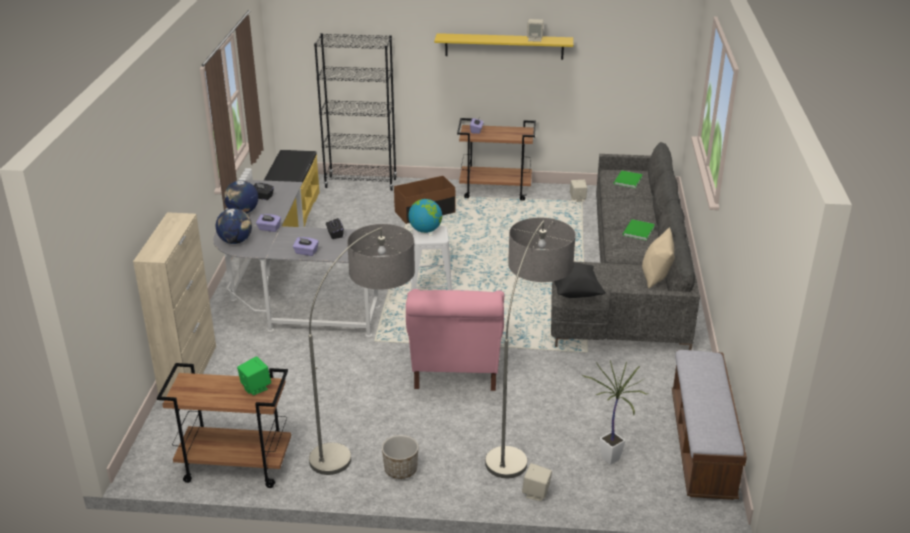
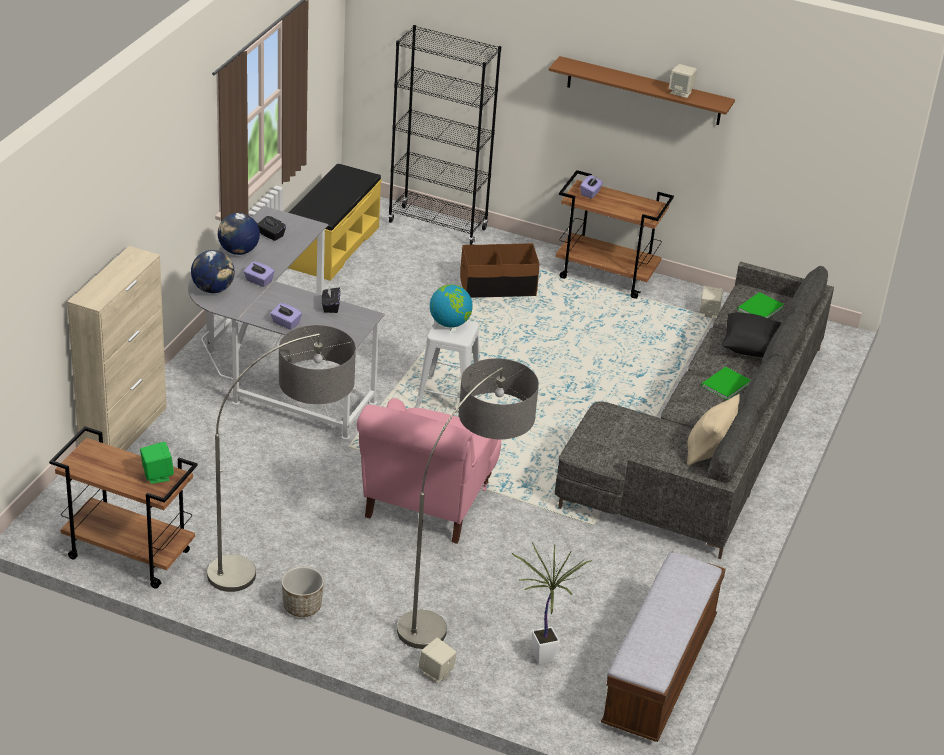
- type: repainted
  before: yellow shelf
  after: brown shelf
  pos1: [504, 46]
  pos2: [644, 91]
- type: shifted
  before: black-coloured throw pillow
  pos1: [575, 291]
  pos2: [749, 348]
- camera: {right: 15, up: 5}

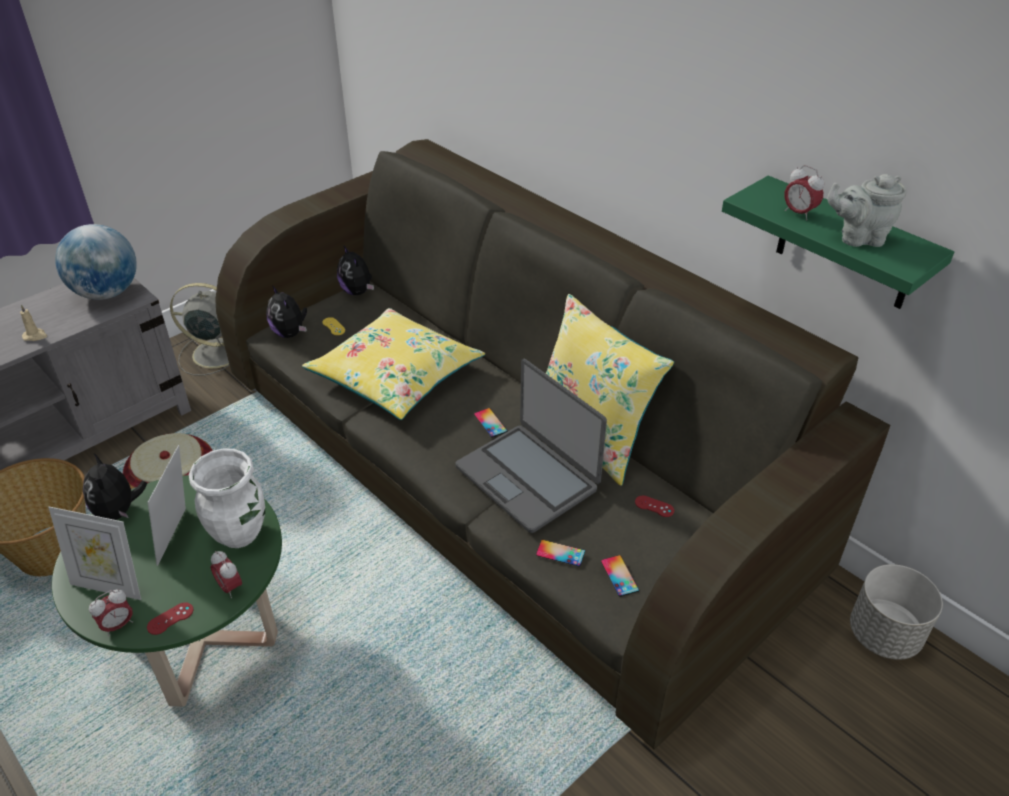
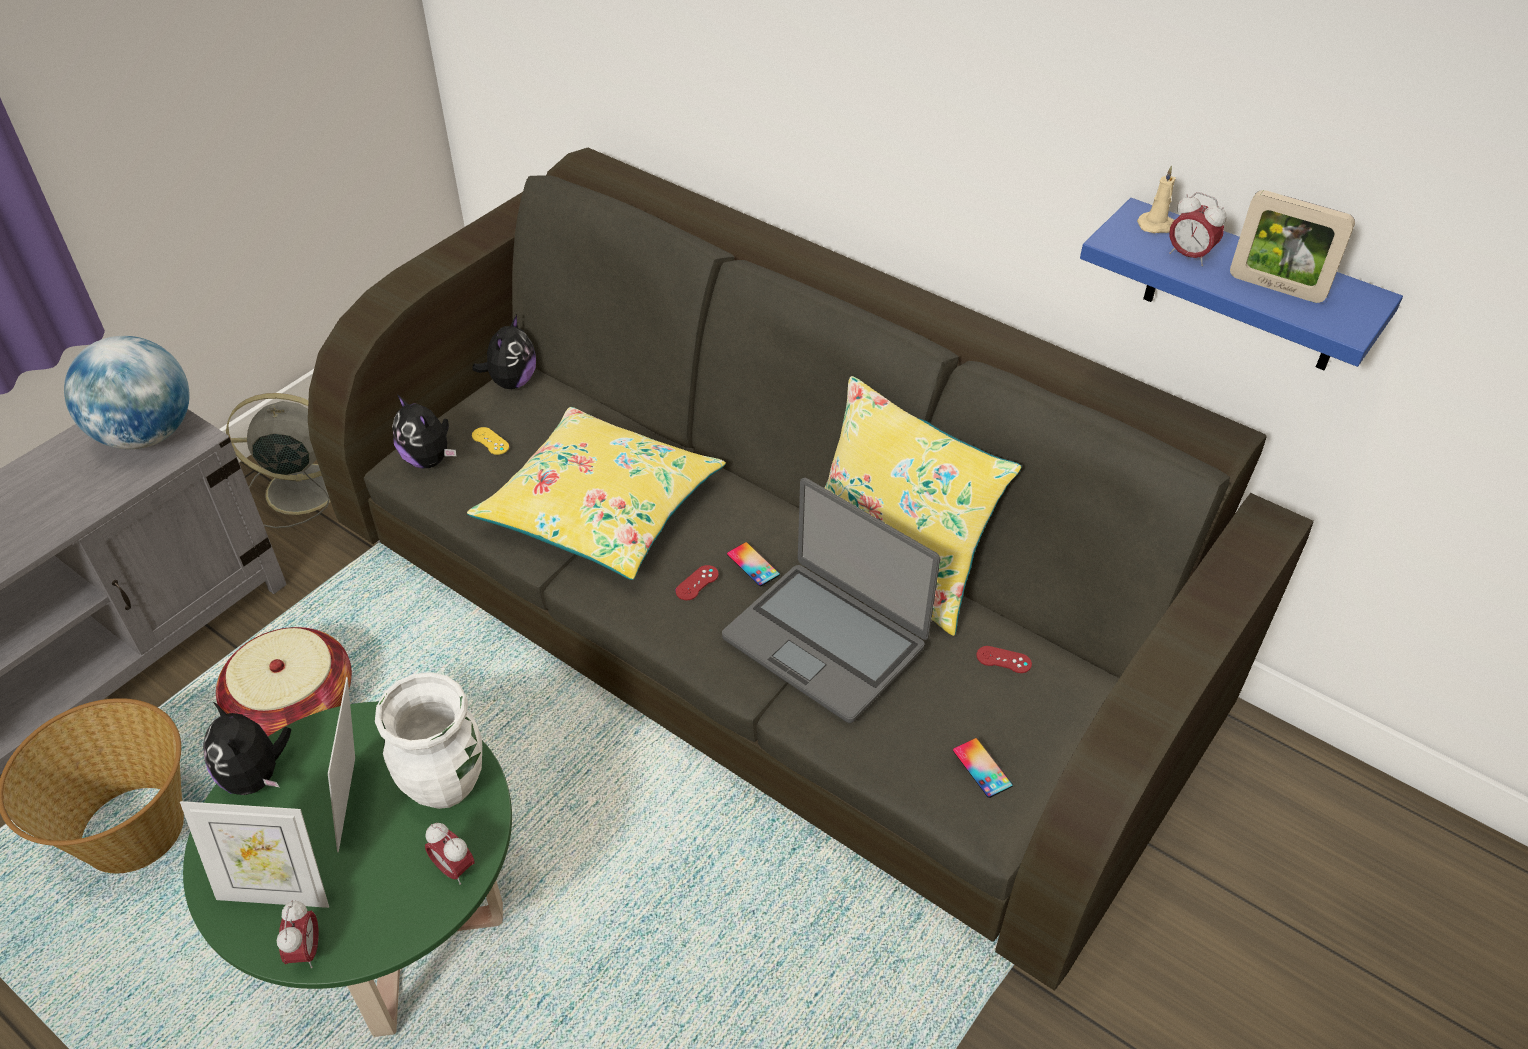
- type: rotated
  before: alarm clock
  pos1: [118, 625]
  pos2: [306, 951]
  turn: -45
- type: rotated
  before: plush toy
  pos1: [358, 291]
  pos2: [512, 381]
  turn: -120
- type: shifted
  before: red-coloured joypad
  pos1: [170, 618]
  pos2: [697, 583]
- type: repainted
  before: green-coloured shelf
  after: bluish shelf
  pos1: [846, 245]
  pos2: [1246, 289]
- type: shifted
  before: sand-coloured candle
  pos1: [35, 336]
  pos2: [1157, 225]
- type: swapped
  before: greyish pot for tea
  after: picture frame
  pos1: [858, 238]
  pos2: [1276, 287]
- type: gone
  before: telephone
  pos1: [560, 553]
- type: gone
  before: greyish flower pot
  pos1: [884, 635]
- camera: {right: -10, up: 5}

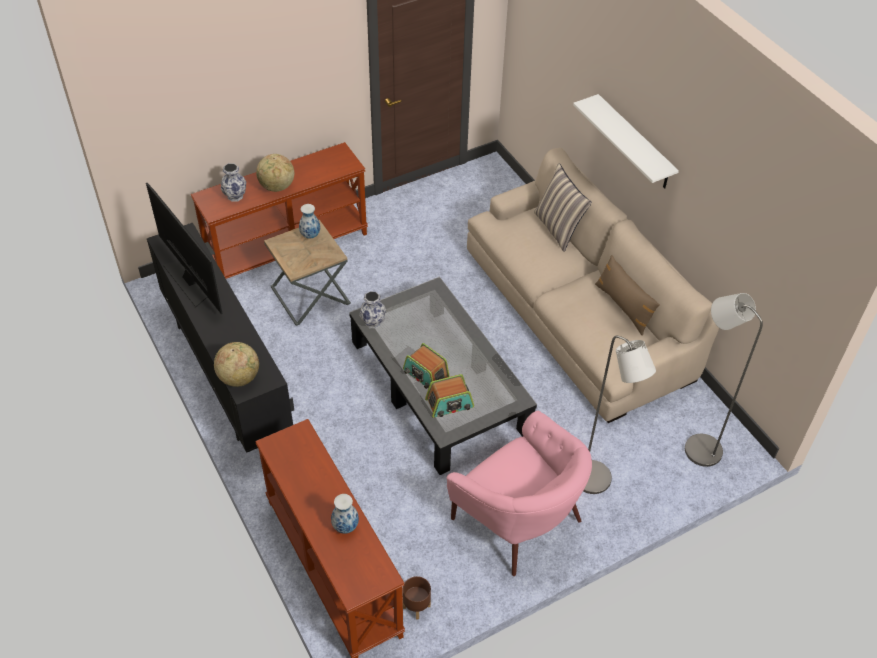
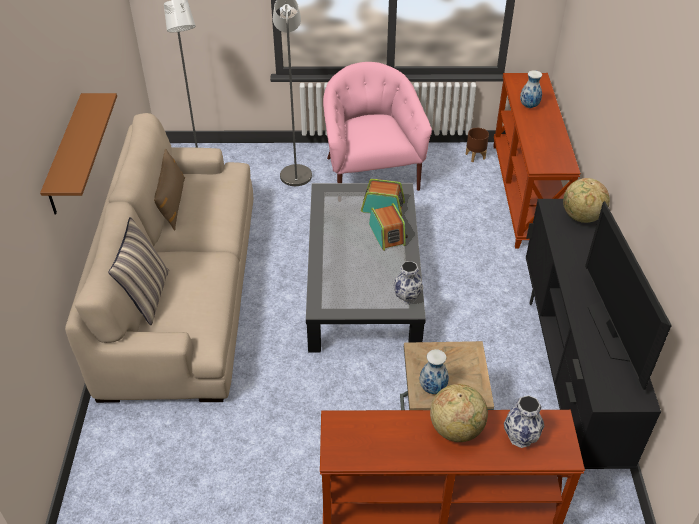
- type: repainted
  before: white shelf
  after: brown shelf
  pos1: [634, 143]
  pos2: [66, 155]
- camera: {right: -150, up: -5}

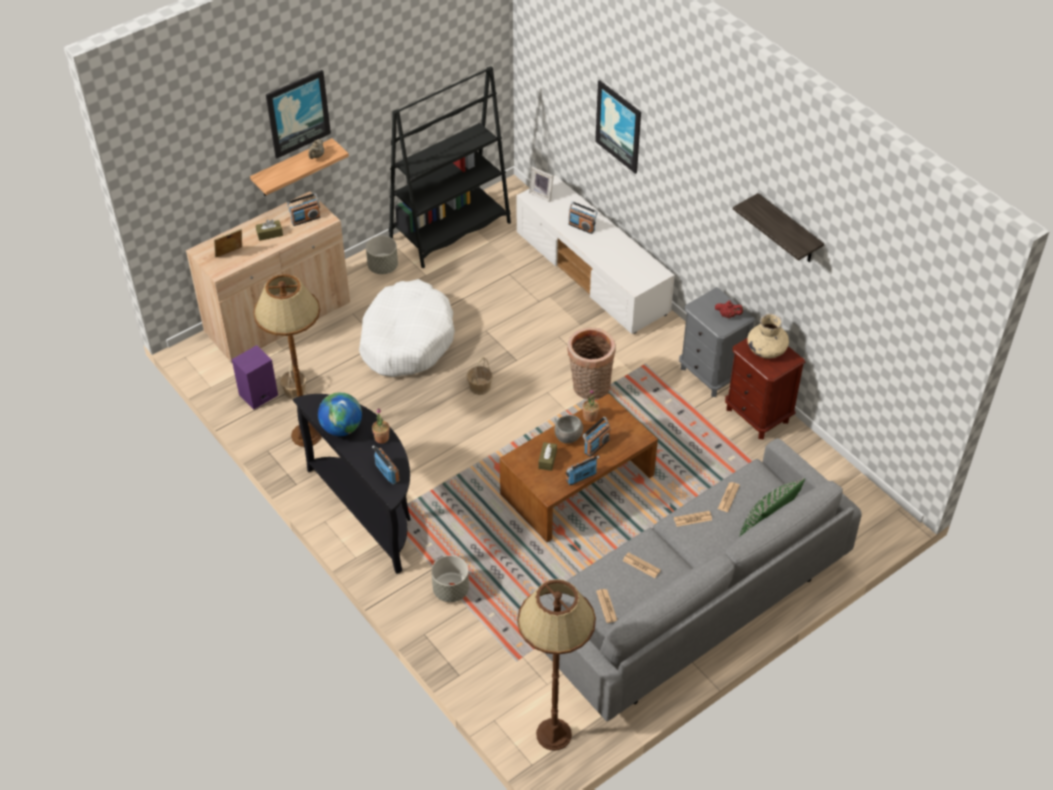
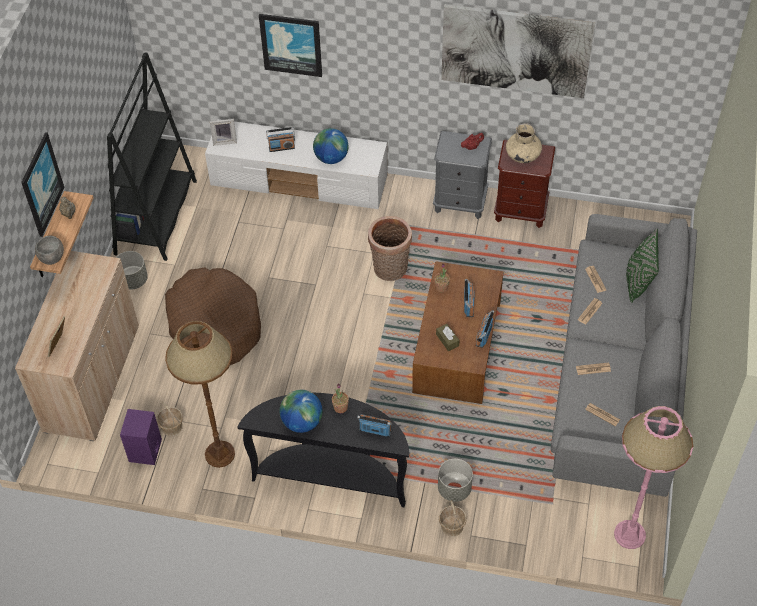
- type: shifted
  before: greyish bowl
  pos1: [567, 437]
  pos2: [52, 258]
- type: repainted
  before: white dog cushion
  after: brown dog cushion
  pos1: [406, 339]
  pos2: [215, 325]
- type: new
  after: desk globe
  pos2: [331, 158]
- type: shifted
  before: storage basket
  pos1: [479, 387]
  pos2: [452, 526]
- type: swapped
  before: shelf
  after: wall art
  pos1: [788, 230]
  pos2: [515, 50]
- type: repainted
  before: brown standard lamp
  after: pink-coloured standard lamp
  pos1: [553, 734]
  pos2: [629, 535]
- type: gone
  before: brown tissue holder
  pos1: [270, 234]
- type: gone
  before: radio receiver
  pos1: [305, 219]
- camera: {right: -40, up: 5}

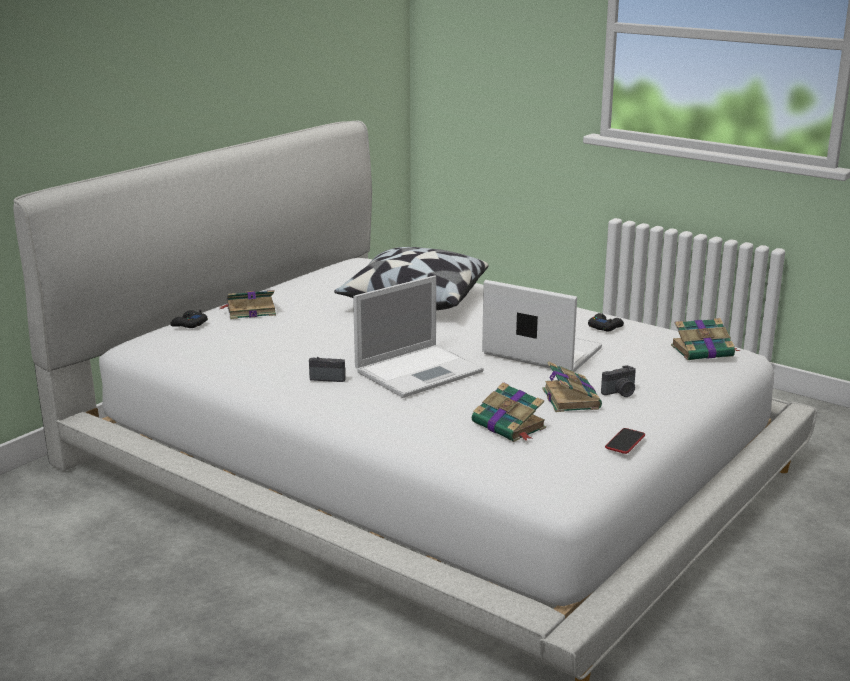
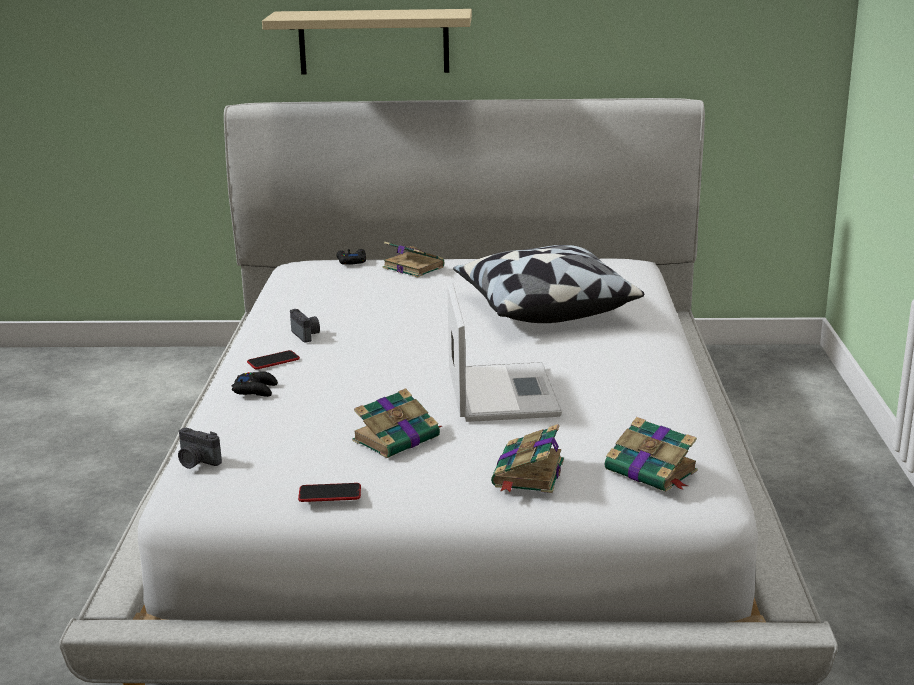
- type: shifted
  before: still camera
  pos1: [620, 393]
  pos2: [196, 462]
- type: shifted
  before: black-coloured joypad
  pos1: [605, 327]
  pos2: [256, 390]
- type: new
  after: telephone
  pos2: [273, 361]
- type: new
  after: sand-coloured shelf
  pos2: [374, 41]
- type: shifted
  before: volume
  pos1: [509, 426]
  pos2: [528, 474]
- type: gone
  before: laptop
  pos1: [420, 371]
- camera: {right: 55, up: 0}

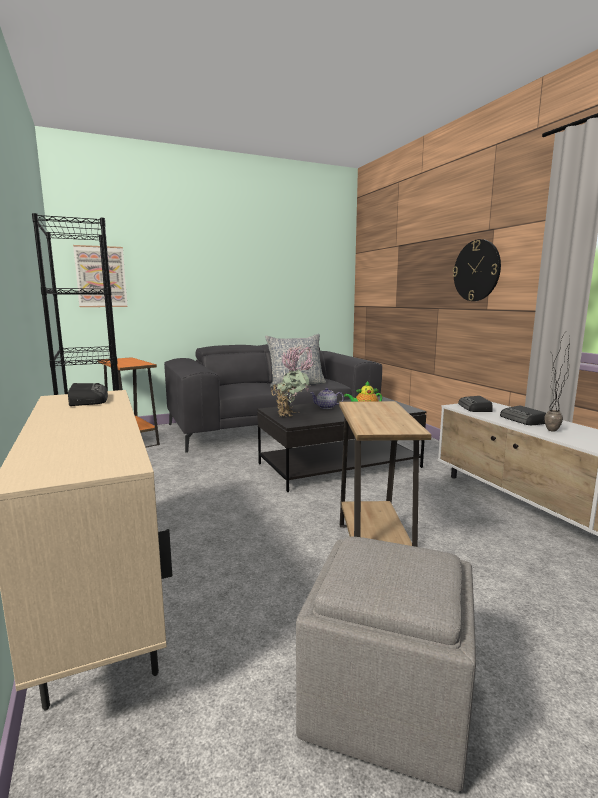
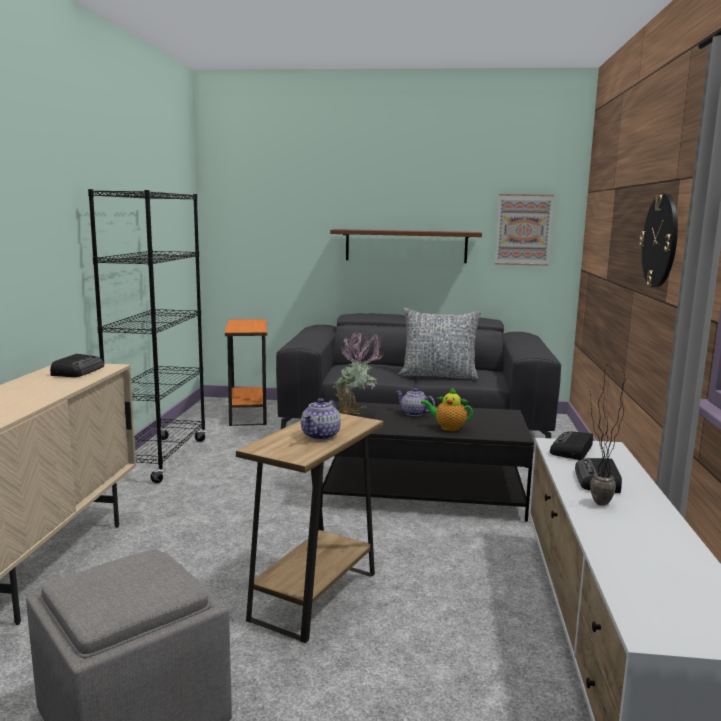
- type: new
  after: pot for tea
  pos2: [321, 435]
- type: new
  after: brown shelf
  pos2: [406, 246]
- type: shifted
  before: wall art
  pos1: [101, 277]
  pos2: [523, 230]
- camera: {right: 30, up: 0}

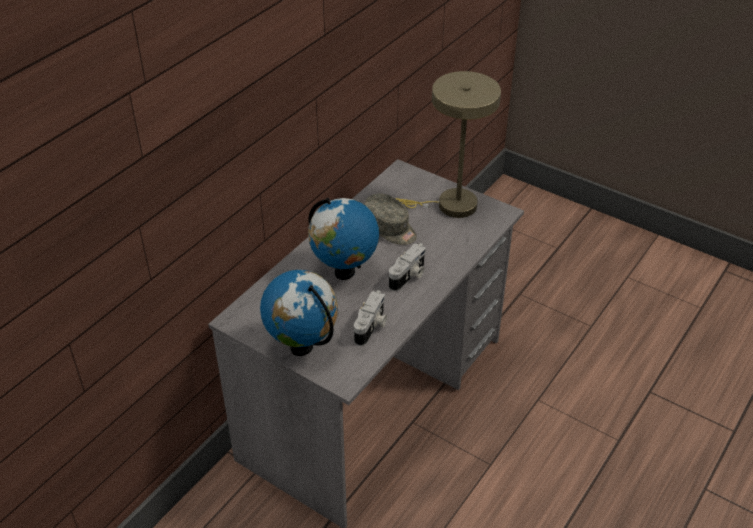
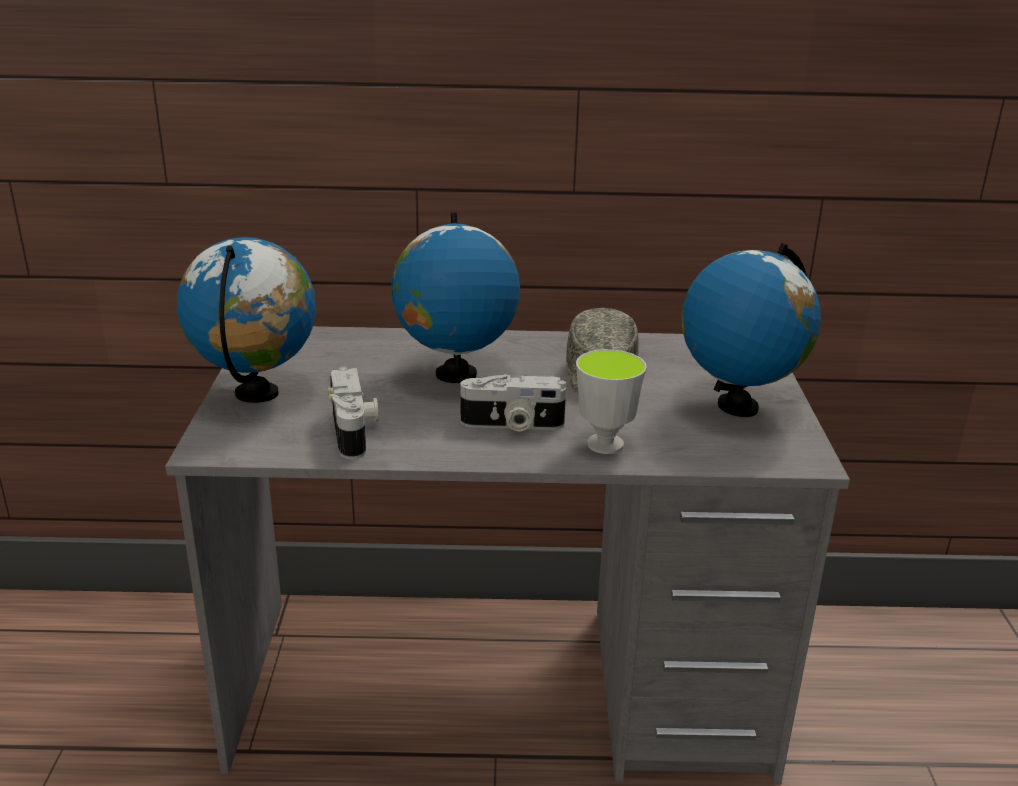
- type: rotated
  before: still camera
  pos1: [371, 327]
  pos2: [355, 431]
  turn: -90
- type: new
  after: small cup
  pos2: [605, 444]
- type: swapped
  before: sand-coloured lamp for a table
  after: desk globe
  pos1: [450, 206]
  pos2: [737, 406]
- camera: {right: 55, up: -15}

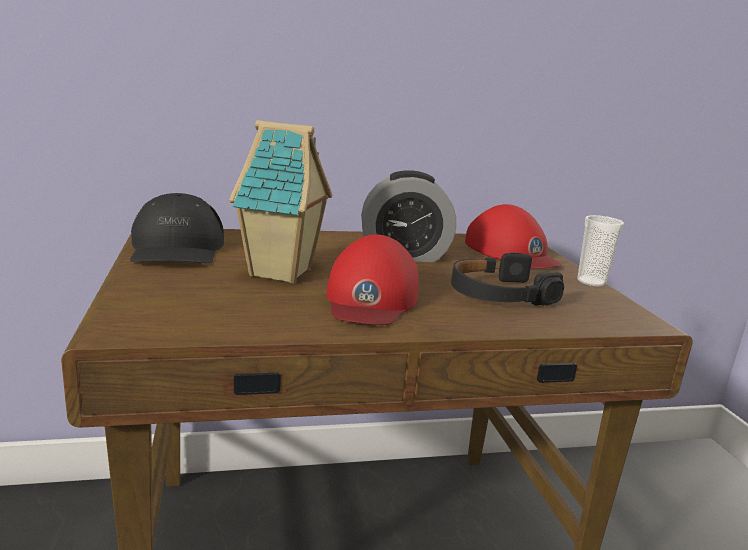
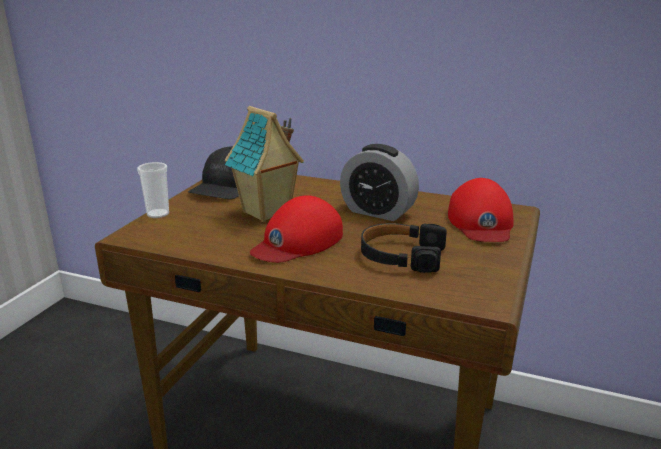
- type: shifted
  before: small cup
  pos1: [591, 282]
  pos2: [158, 214]
- camera: {right: 35, up: 5}

